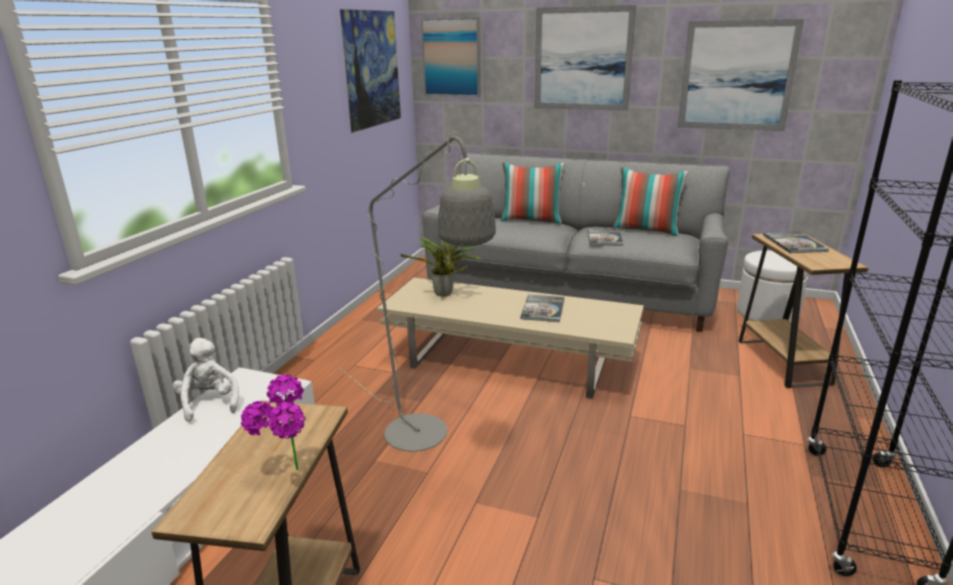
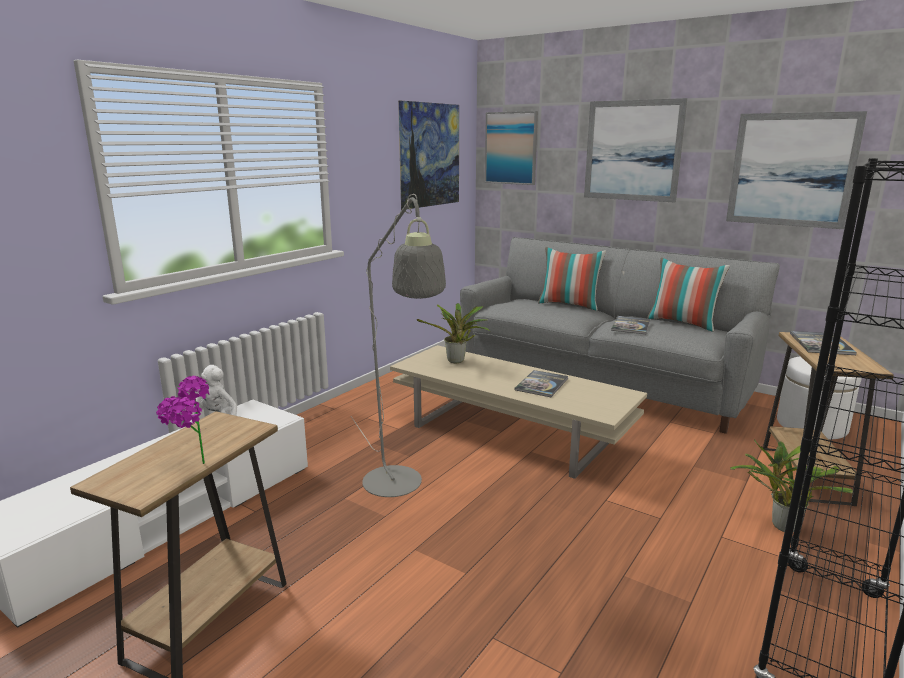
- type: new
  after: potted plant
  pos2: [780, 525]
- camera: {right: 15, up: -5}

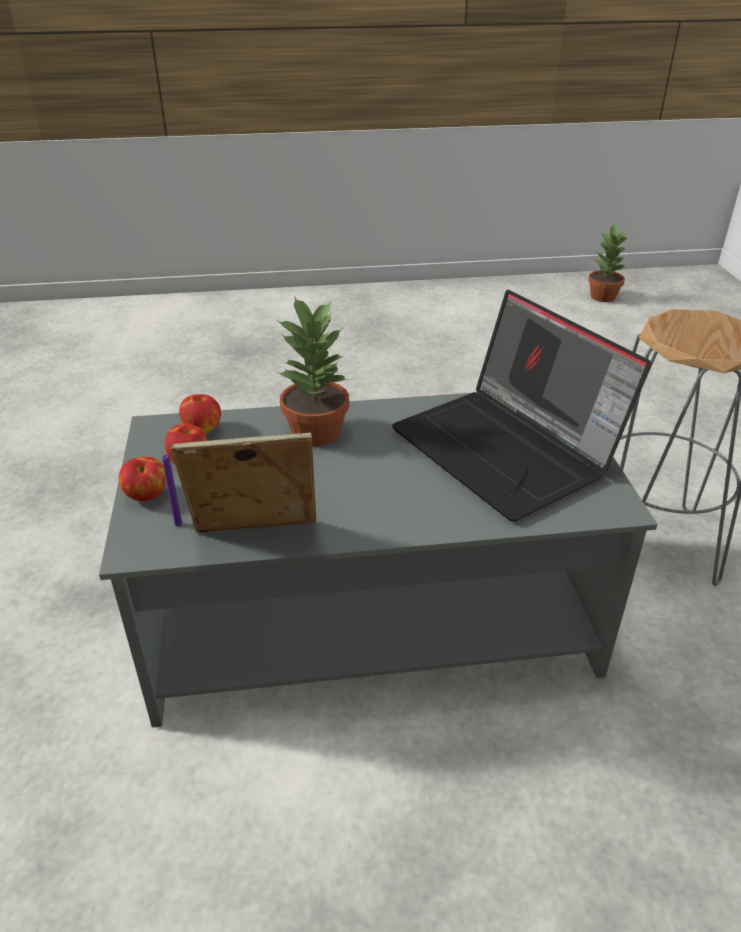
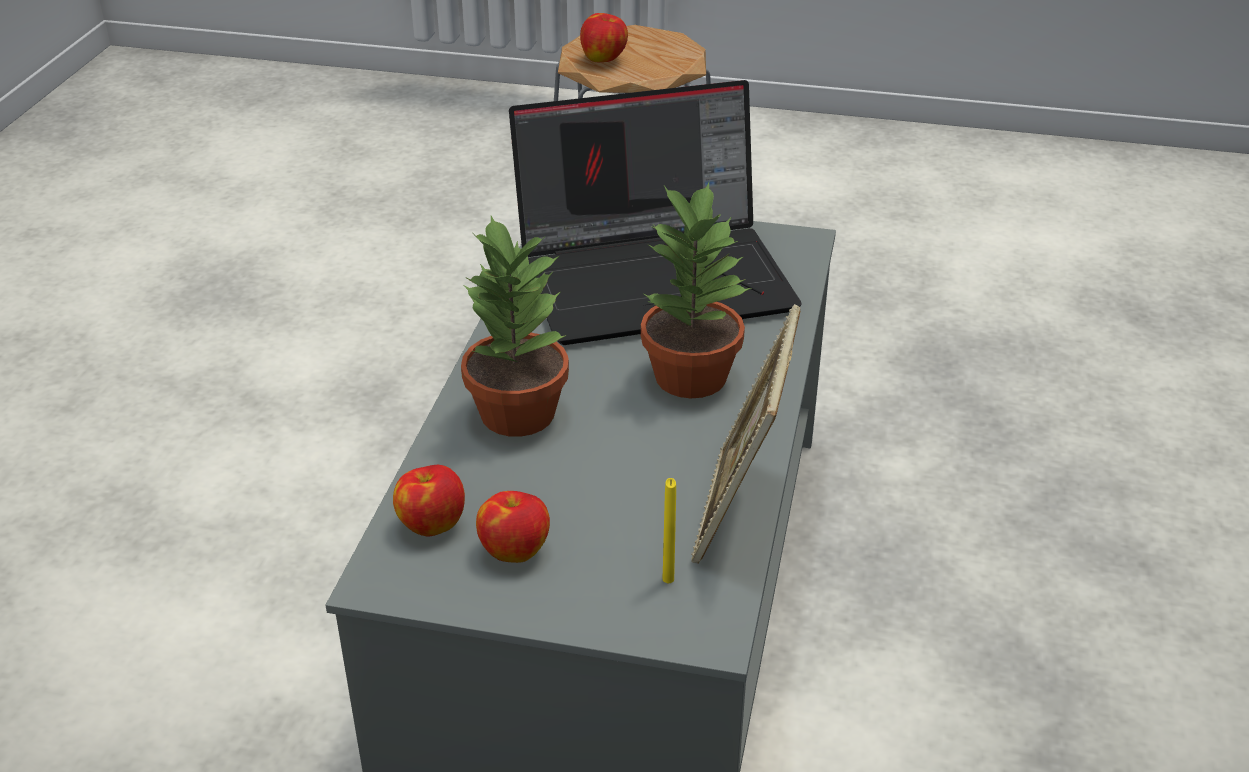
- type: shifted
  before: apple fruit
  pos1: [147, 496]
  pos2: [604, 59]
- type: shifted
  before: potted plant
  pos1: [603, 296]
  pos2: [690, 375]
- type: repainted
  before: purple-coloured candle
  after: yellow candle
  pos1: [178, 524]
  pos2: [668, 579]
- camera: {right: -70, up: 0}

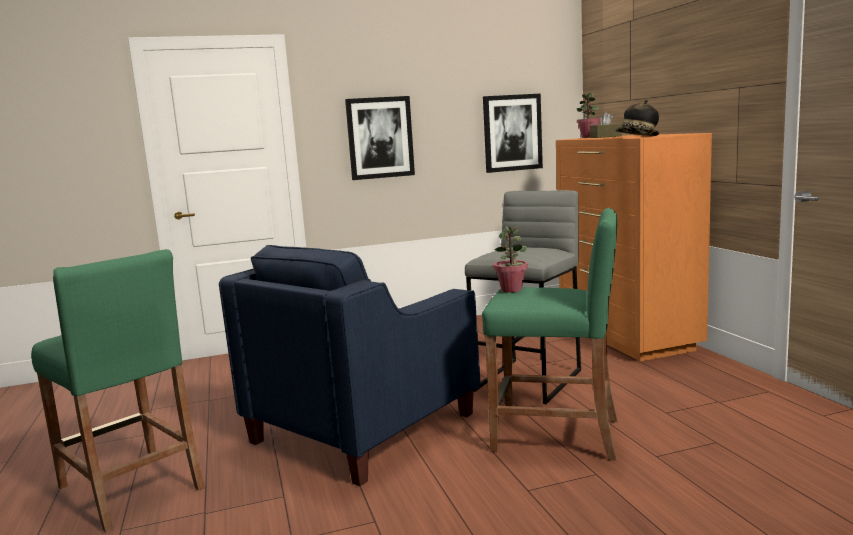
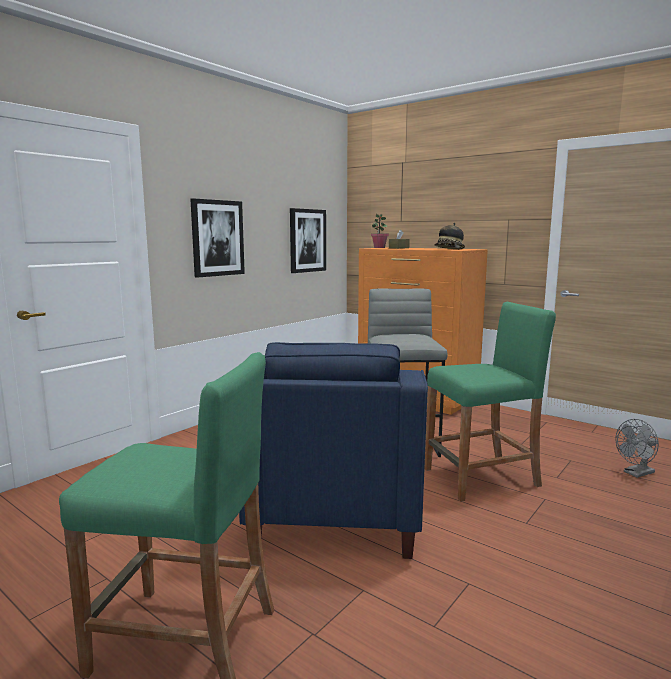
- type: new
  after: greyish cooling fan
  pos2: [636, 473]
- type: gone
  before: potted plant
  pos1: [511, 290]
- camera: {right: -35, up: 0}

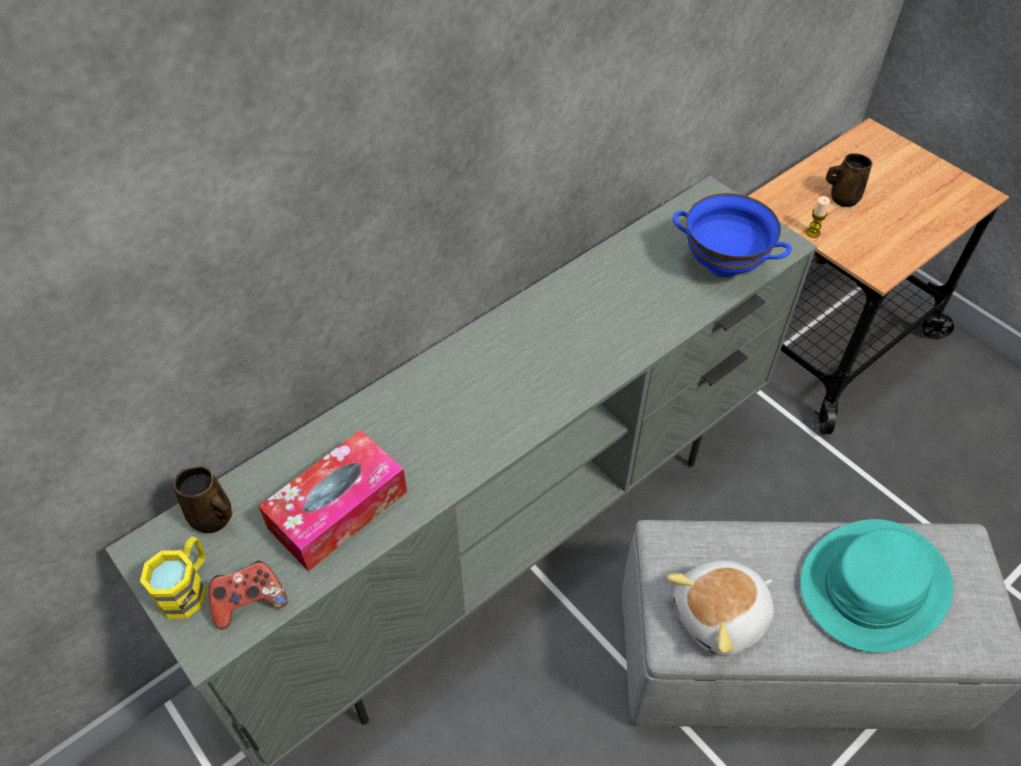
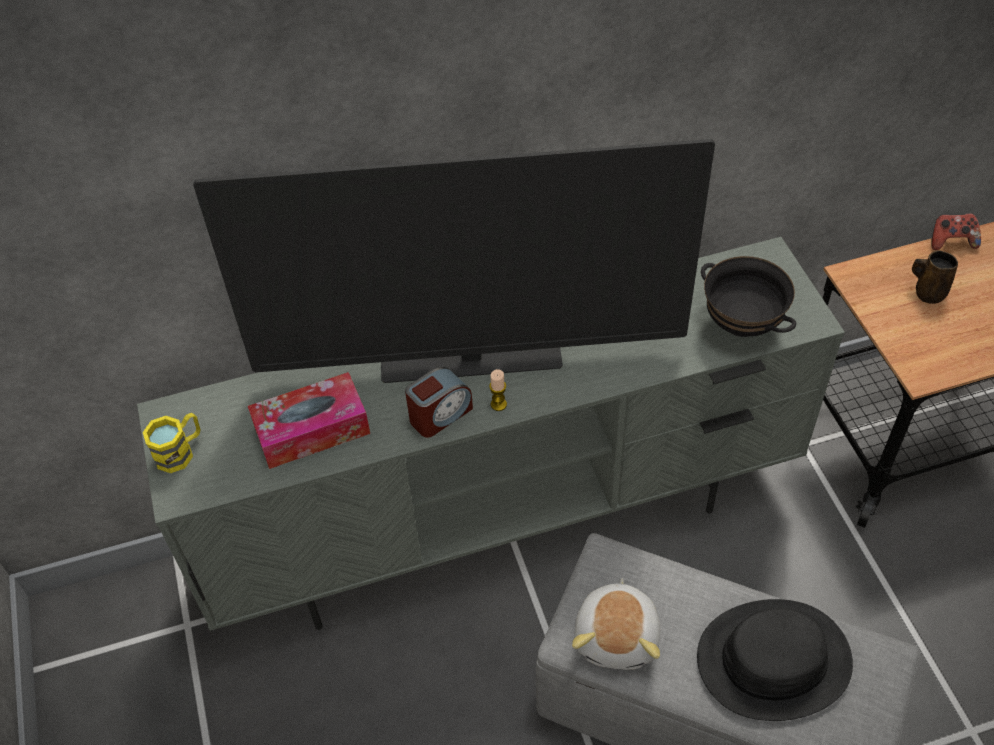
- type: new
  after: TV set
  pos2: [471, 362]
- type: new
  after: alarm clock
  pos2: [440, 415]
- type: shifted
  before: candle
  pos1: [813, 233]
  pos2: [498, 404]
- type: rotated
  before: plush toy
  pos1: [721, 617]
  pos2: [618, 636]
  turn: -75
- type: repainted
  before: blue-green clothing hat
  after: black-coloured clothing hat
  pos1: [875, 586]
  pos2: [773, 661]
- type: repainted
  before: bluish bowl
  after: black-coloured bowl
  pos1: [722, 266]
  pos2: [741, 325]
- type: shifted
  before: joypad
  pos1: [249, 602]
  pos2: [951, 241]
- type: gone
  before: brown mug
  pos1: [213, 518]
- camera: {right: 25, up: 0}

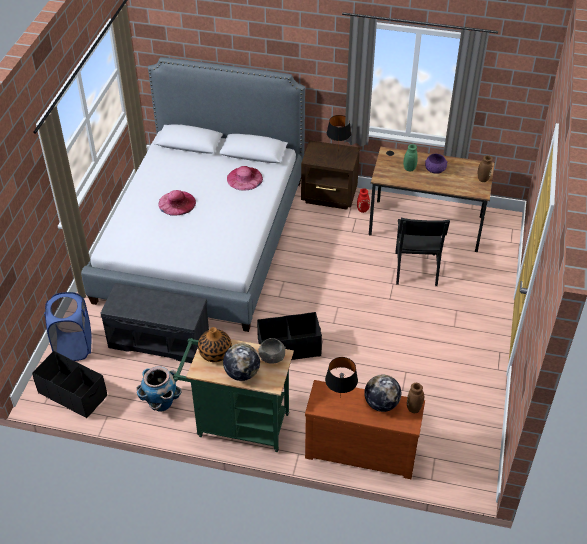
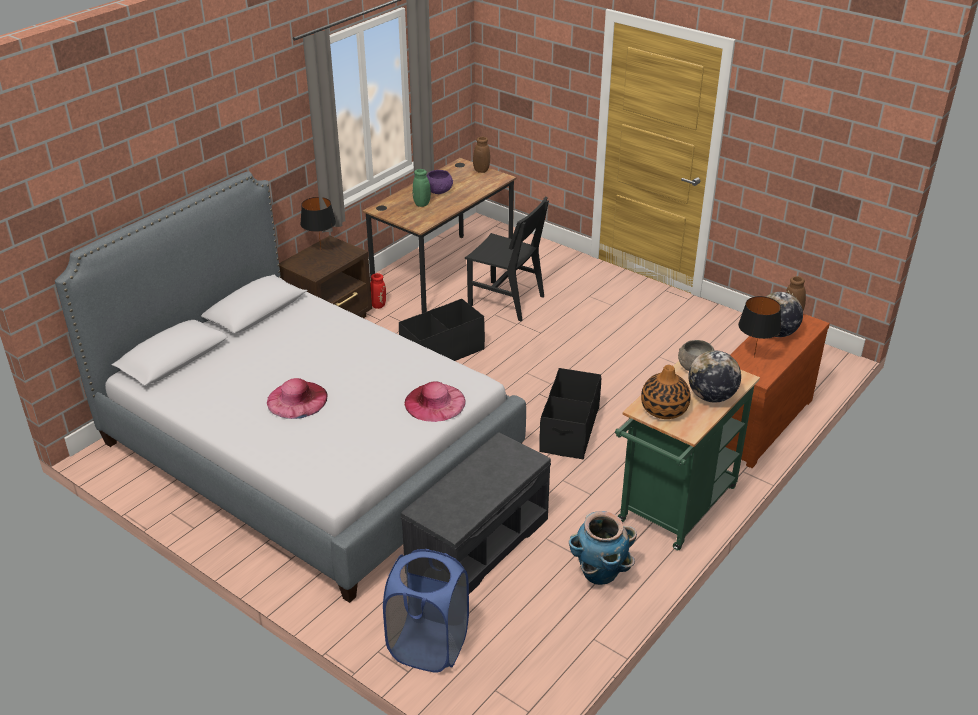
- type: shifted
  before: black-coloured storage box
  pos1: [73, 394]
  pos2: [442, 352]
- type: shifted
  before: pink-coloured clothing hat
  pos1: [244, 178]
  pos2: [435, 402]
- camera: {right: -65, up: -10}

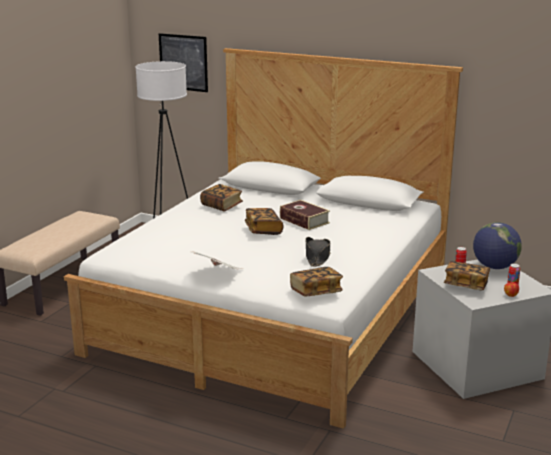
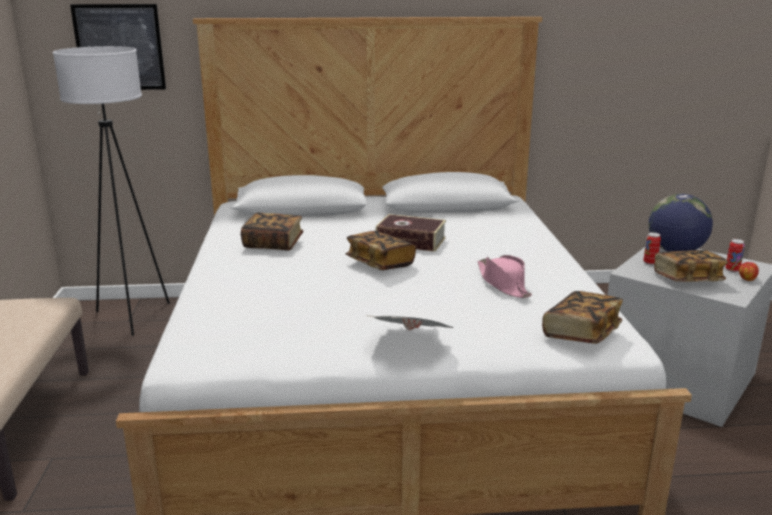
- type: repainted
  before: black-coloured clothing hat
  after: pink-coloured clothing hat
  pos1: [317, 257]
  pos2: [503, 284]
- camera: {right: -30, up: 0}

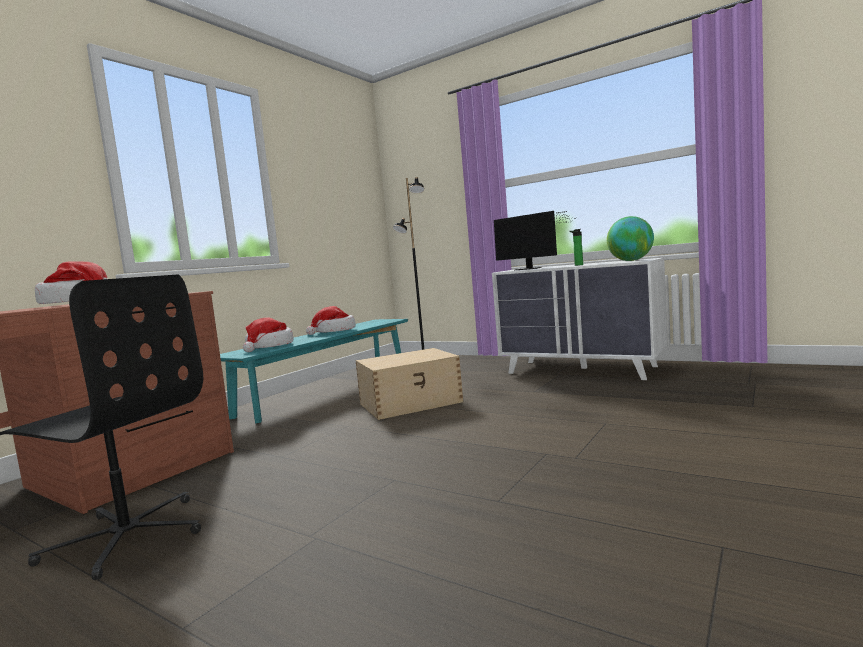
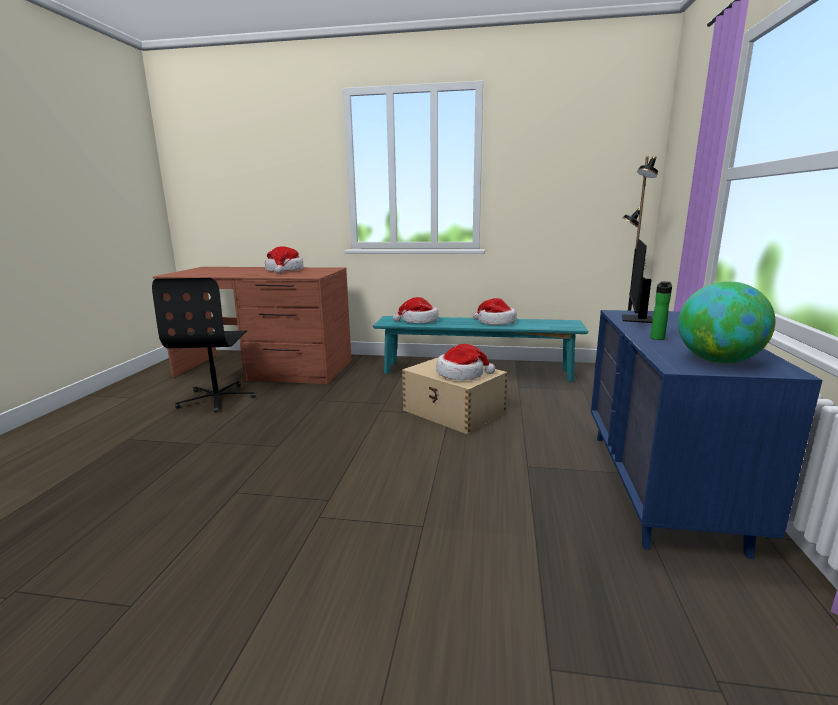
- type: new
  after: clothing hat
  pos2: [461, 374]
- type: repainted
  before: white chest of drawers
  after: bluish chest of drawers
  pos1: [582, 370]
  pos2: [660, 487]
- camera: {right: 65, up: 10}

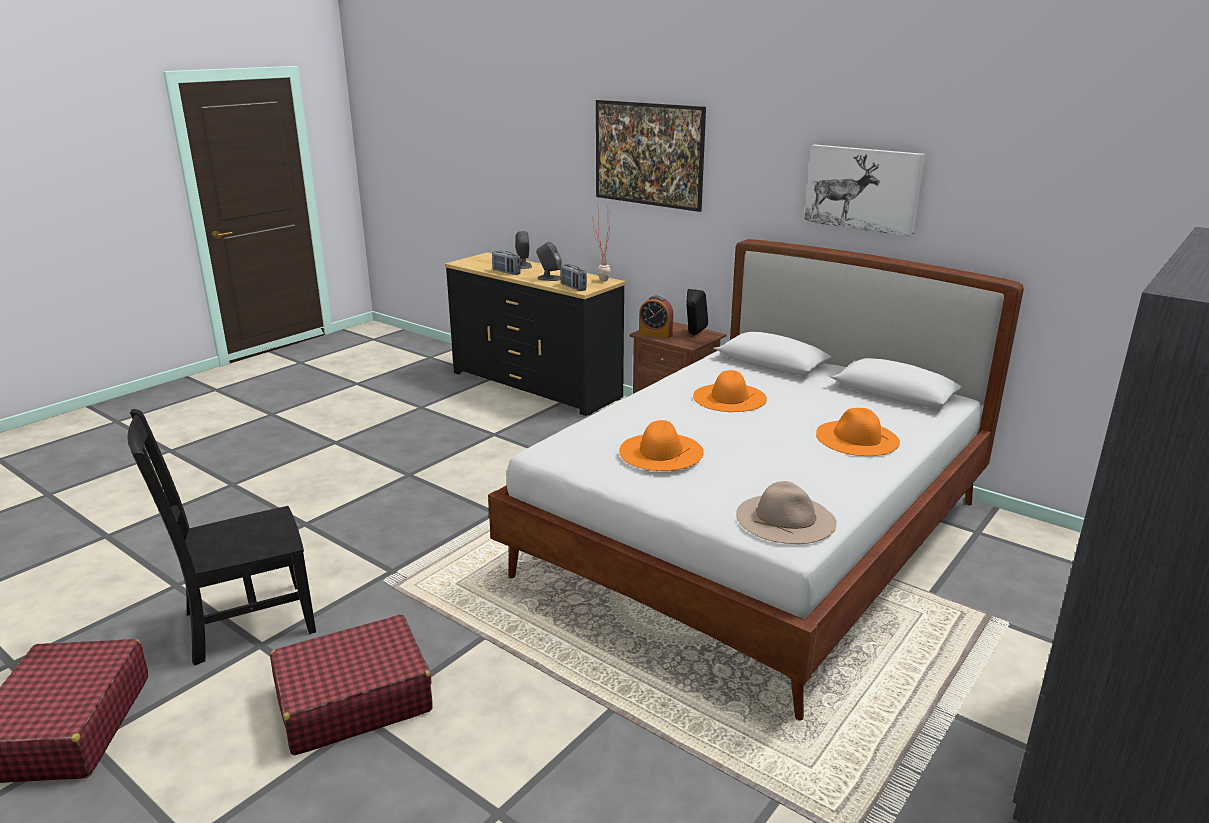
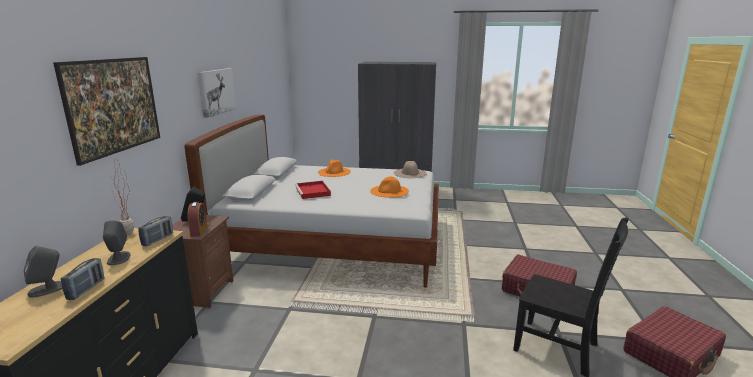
- type: swapped
  before: orange clothing hat
  after: red-coloured serving tray
  pos1: [729, 397]
  pos2: [313, 192]
- camera: {right: -120, up: -5}

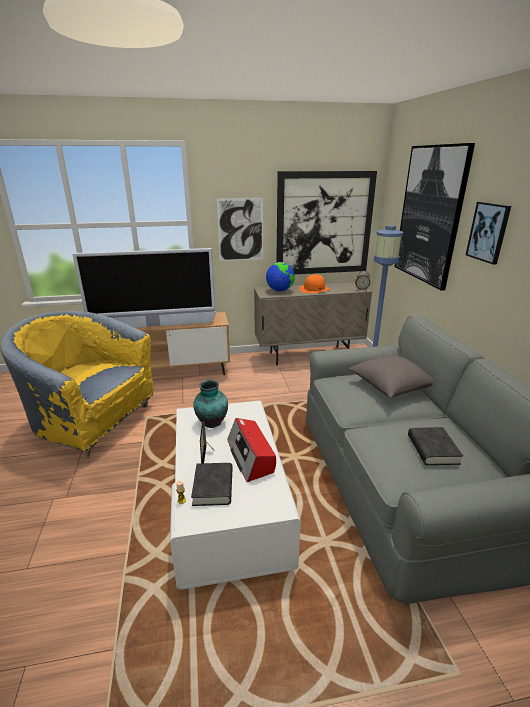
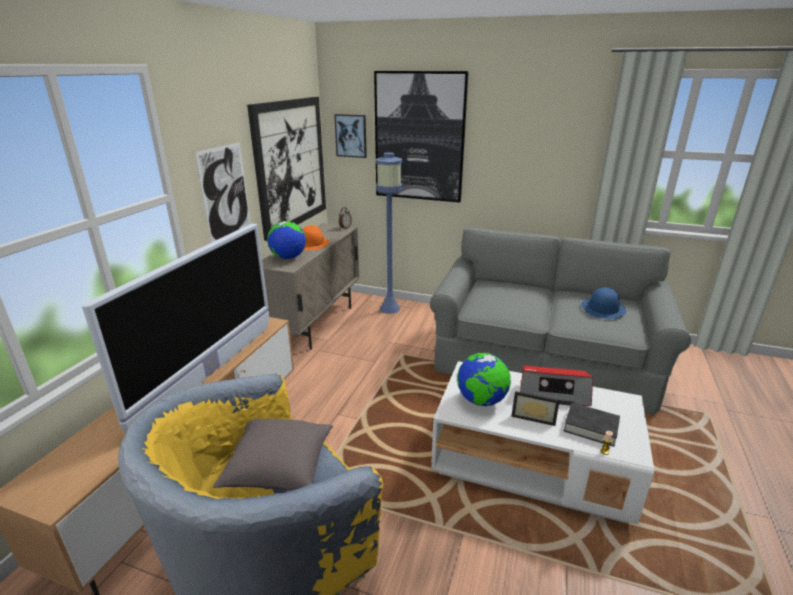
- type: shifted
  before: greyish throw pillow
  pos1: [390, 387]
  pos2: [279, 469]
- type: shifted
  before: wall art
  pos1: [488, 232]
  pos2: [351, 135]
- type: swapped
  before: flower vase
  after: desk globe
  pos1: [211, 423]
  pos2: [481, 401]
- type: swapped
  before: black-coloured volume
  after: bluish clothing hat
  pos1: [432, 449]
  pos2: [603, 308]
- camera: {right: -60, up: 0}

